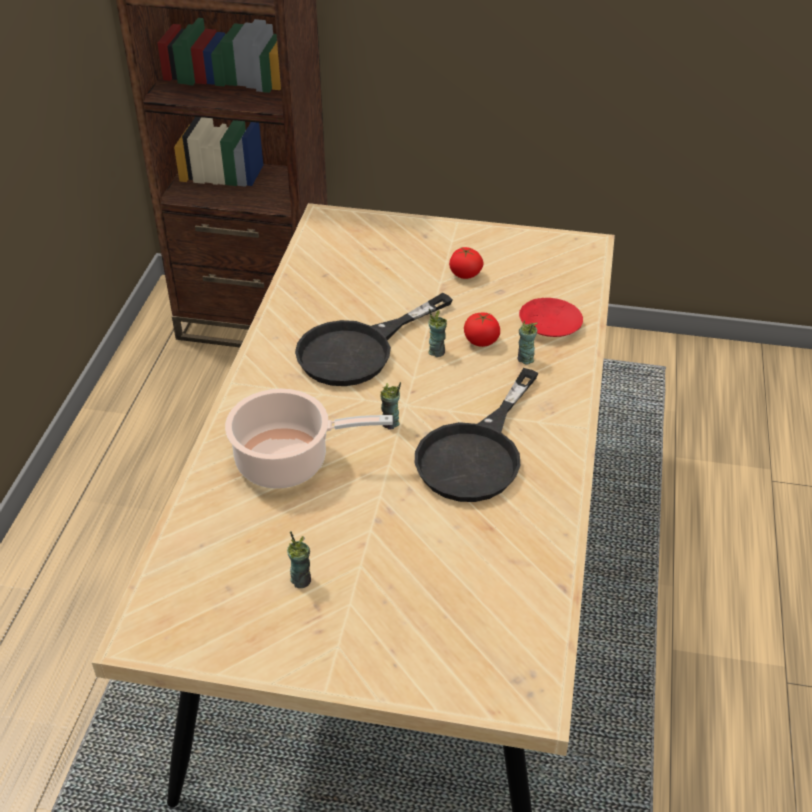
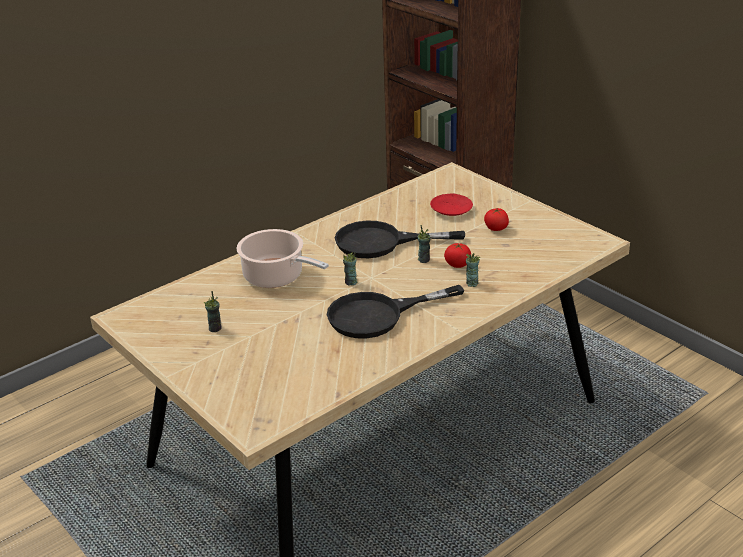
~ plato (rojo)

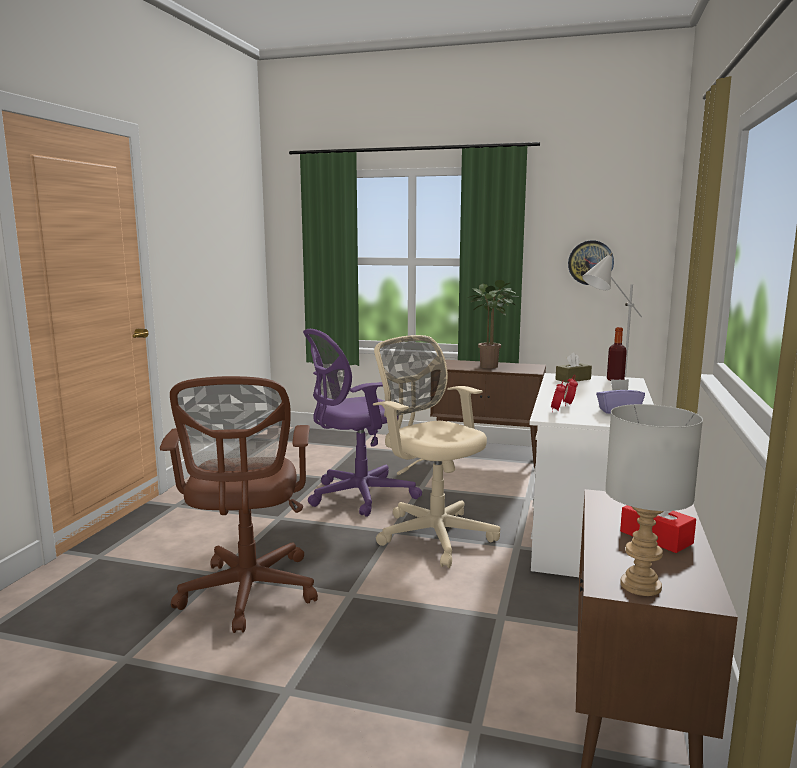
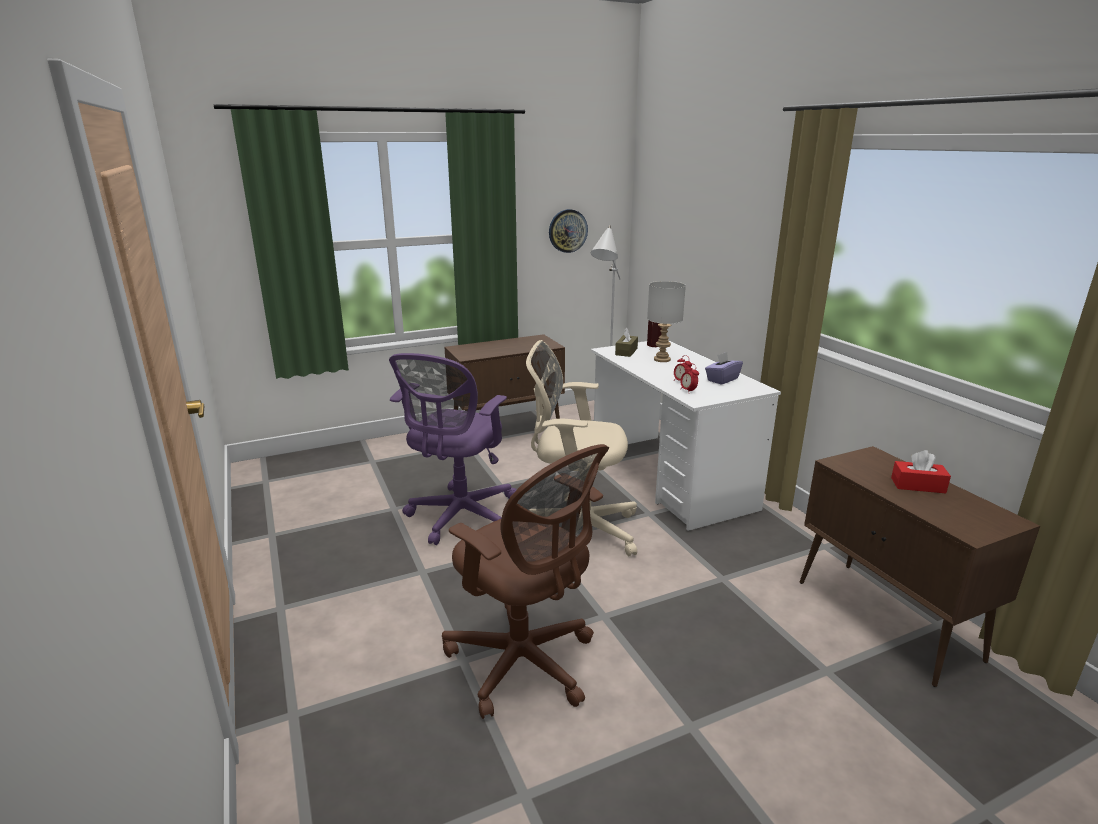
~ lámpara de mesa (gris)
- planta en maceta

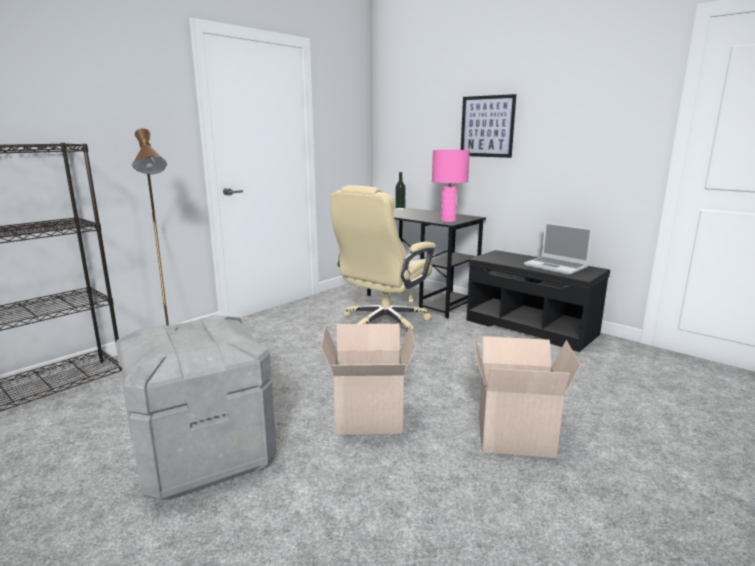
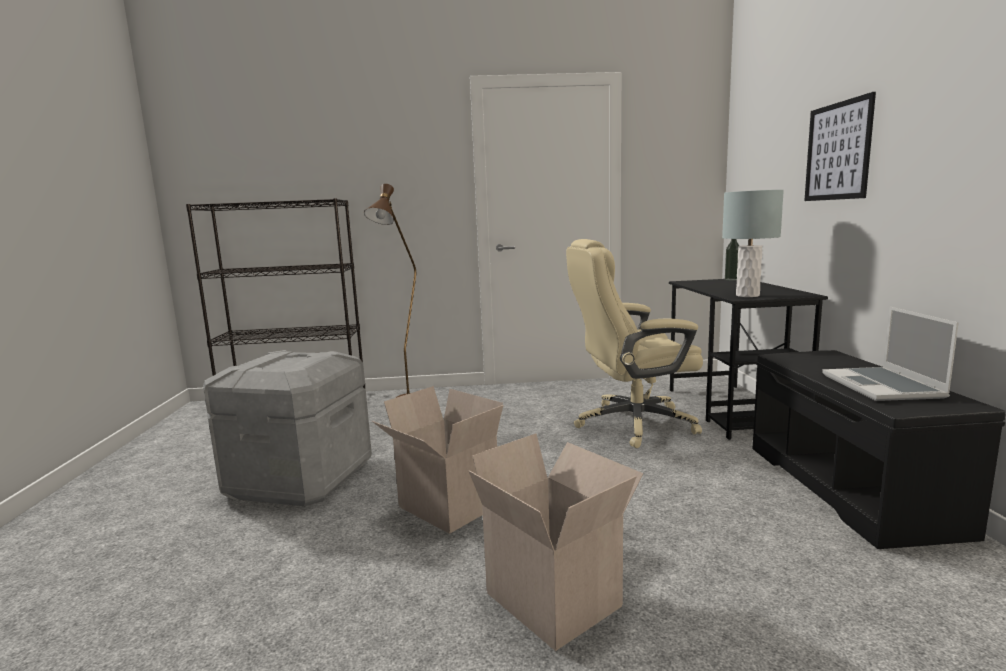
~ lámpara de mesa (rosa) to lámpara de mesa (gris)

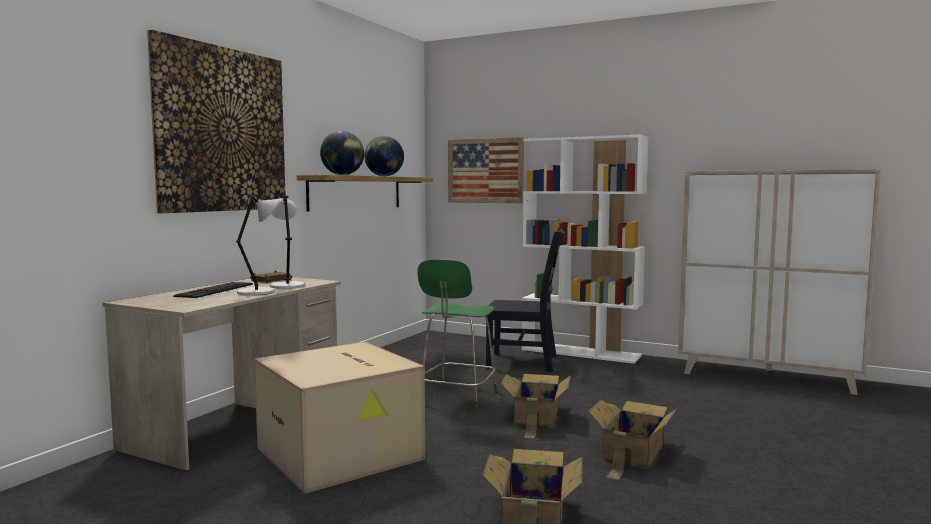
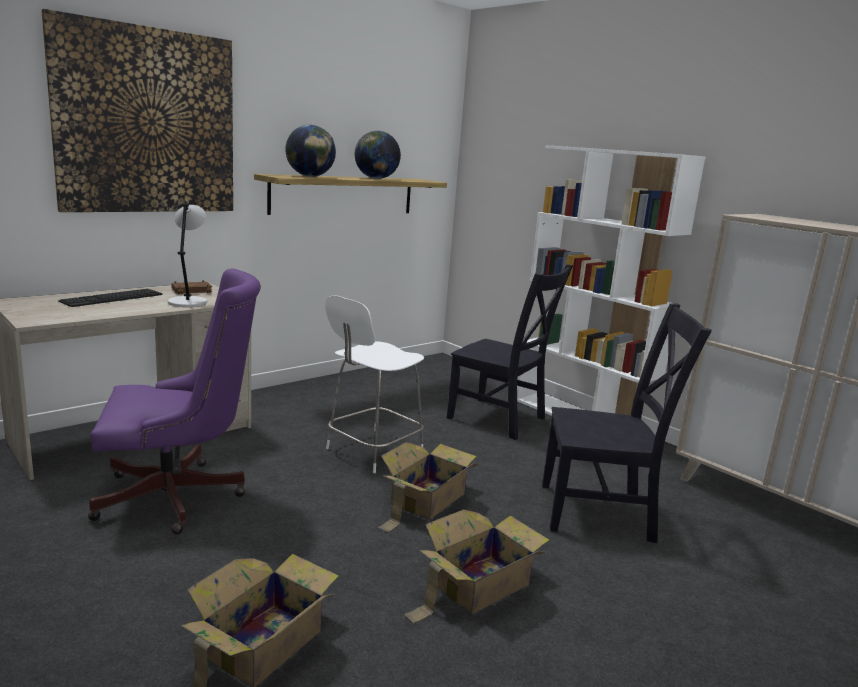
~ caja de cartón (no. 1 from left) to silla de oficina (morado)
~ silla (verde) to silla (blanco)
+ silla (negro) (no. 2 from left)
- lámpara de mesa (gris) (no. 1 from left)
- cuadro (no. 2 from left)

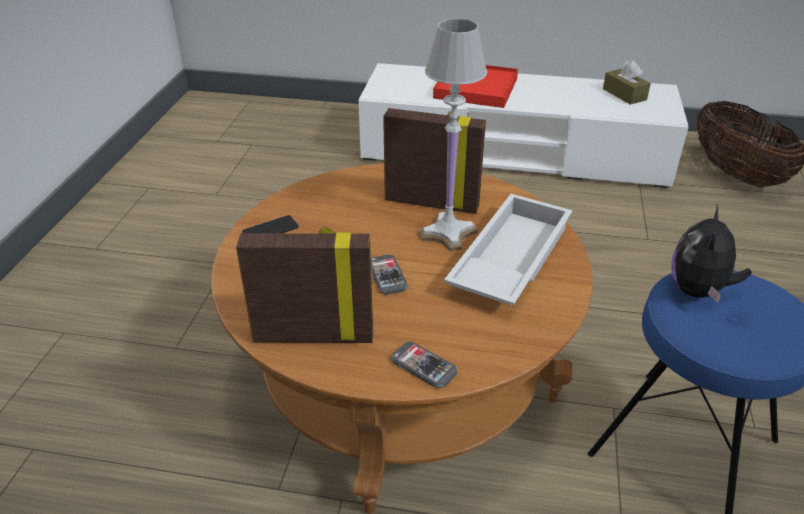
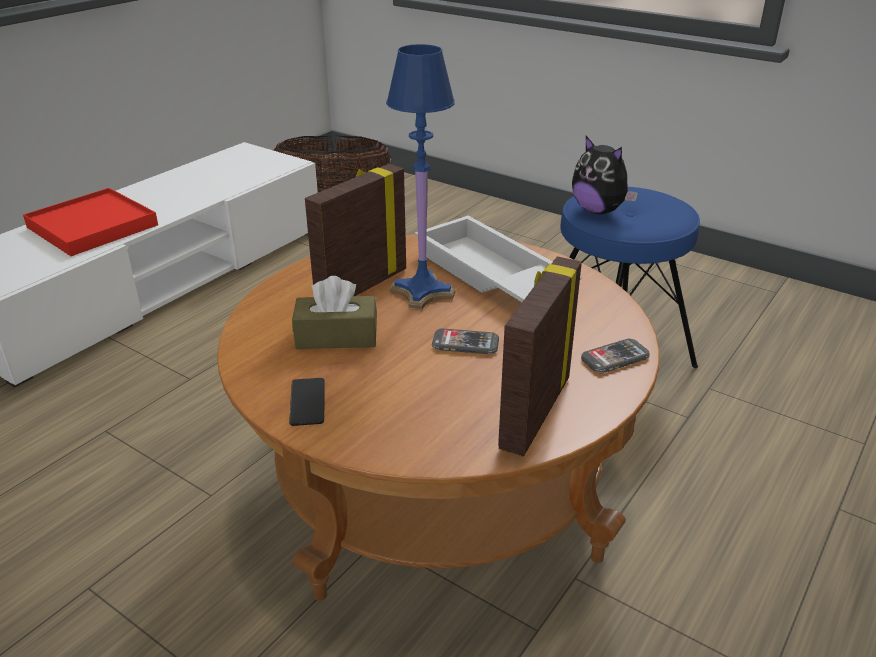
~ caja de pañuelos (marrón)
~ lámpara de mesa (blanco) to lámpara de mesa (azul)

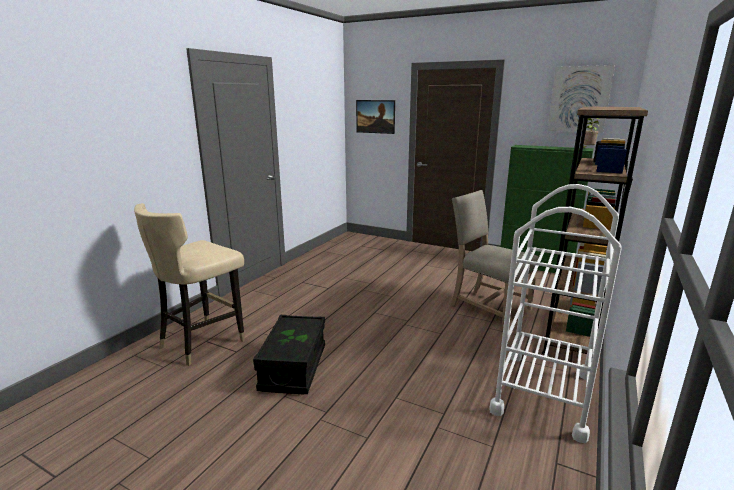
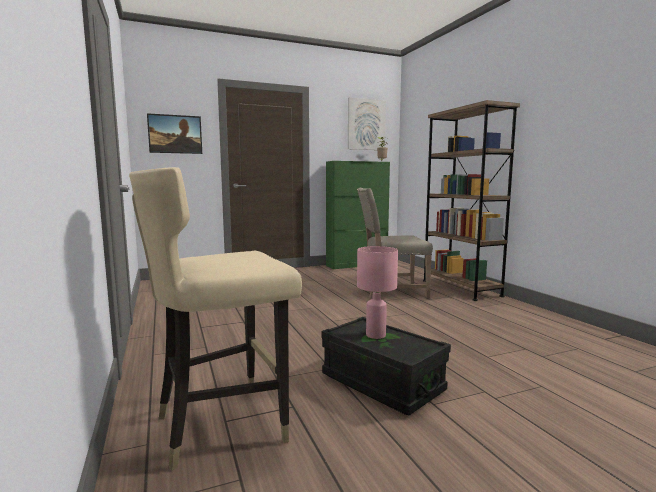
~ silla (beis) (no. 1 from left) 75 degrees clockwise
+ lámpara de mesa (rosa)
- carrito (blanco)

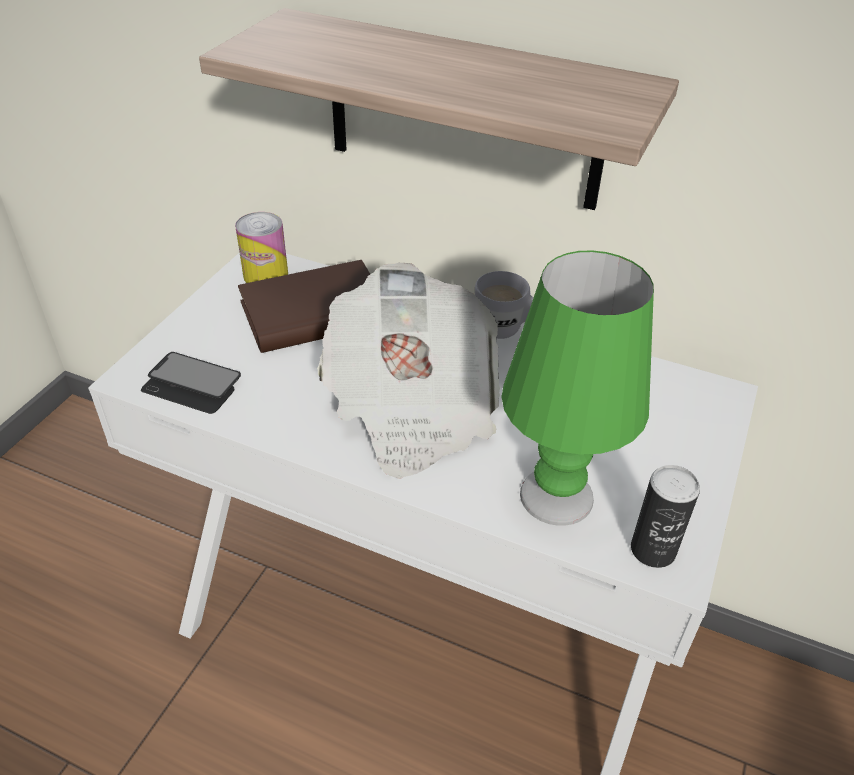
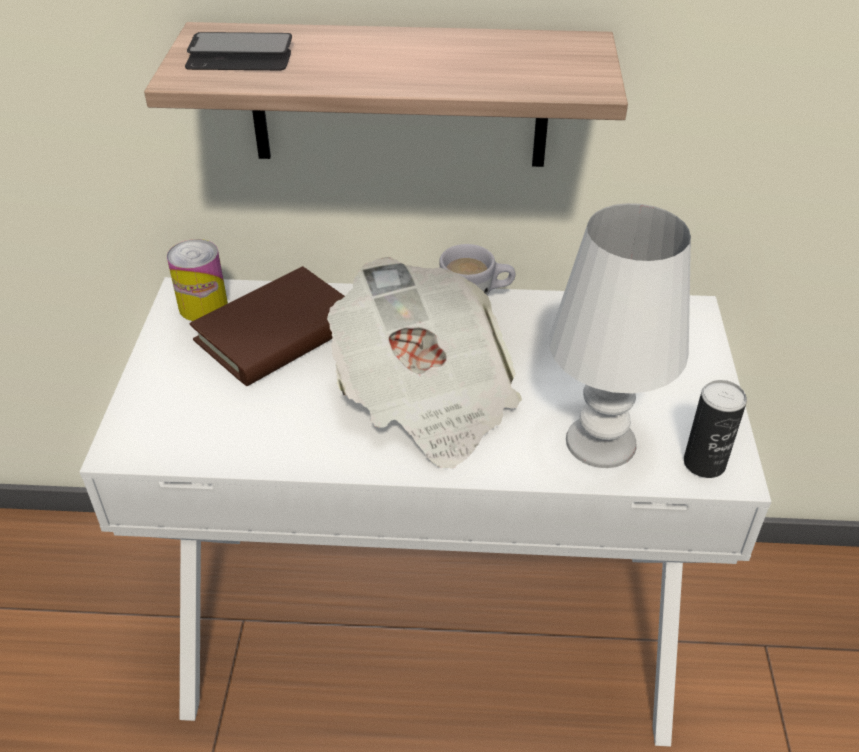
~ móvil
~ lámpara de mesa (verde) to lámpara de mesa (blanco)

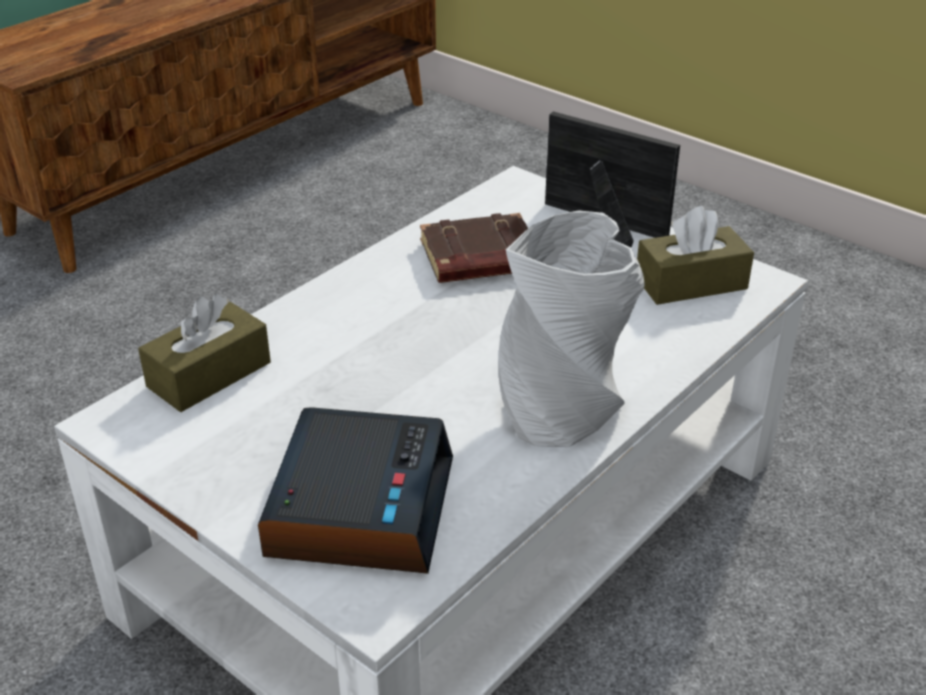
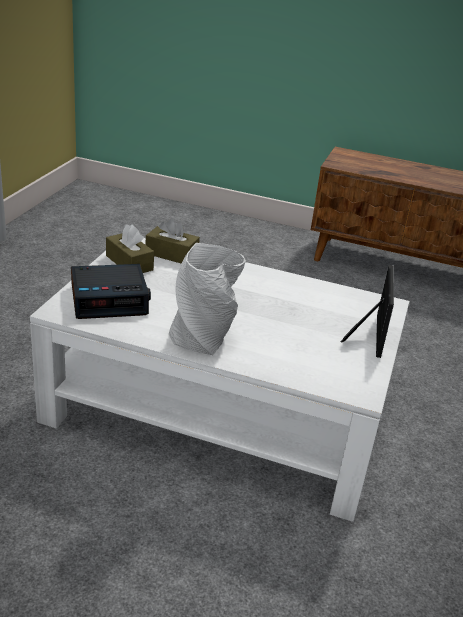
~ caja de pañuelos (marrón) (no. 2 from left in the first image) to caja de pañuelos (marrón) (no. 1 from left)
- libro (marrón)

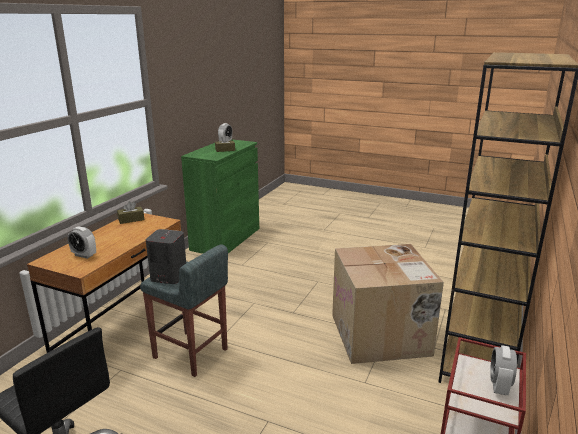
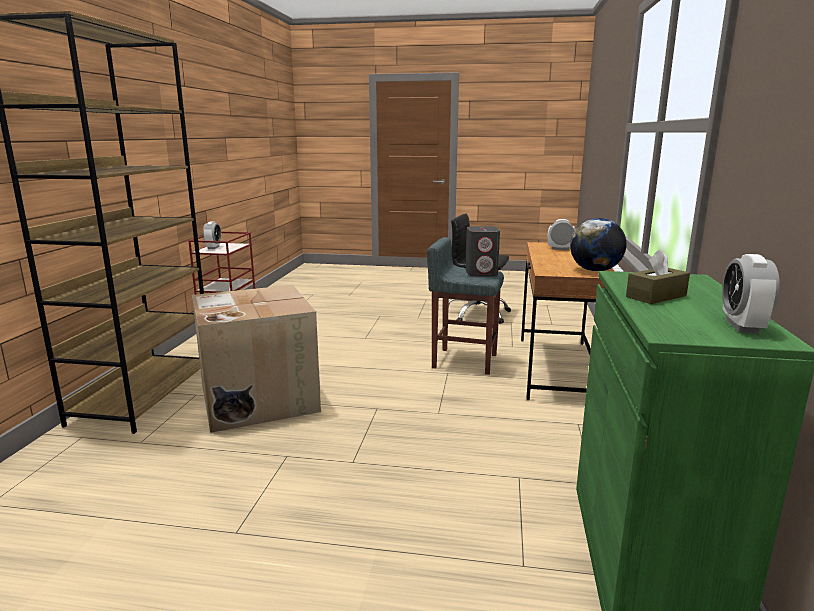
~ caja de pañuelos (marrón) (no. 1 from left) to globo terráqueo

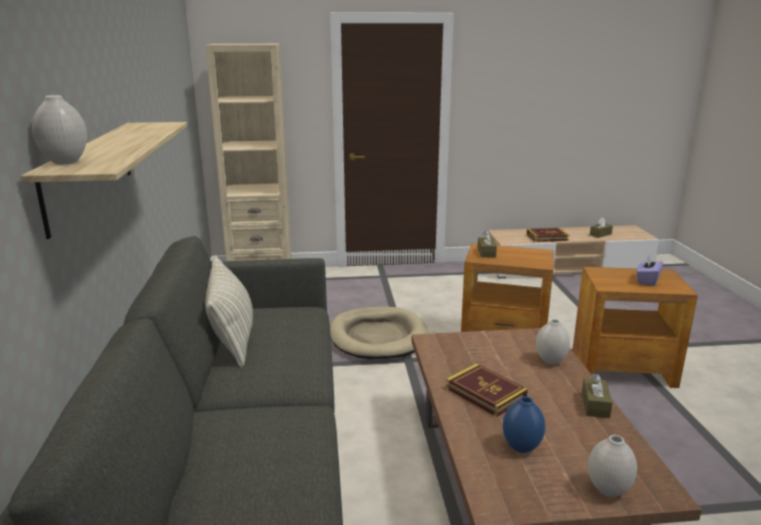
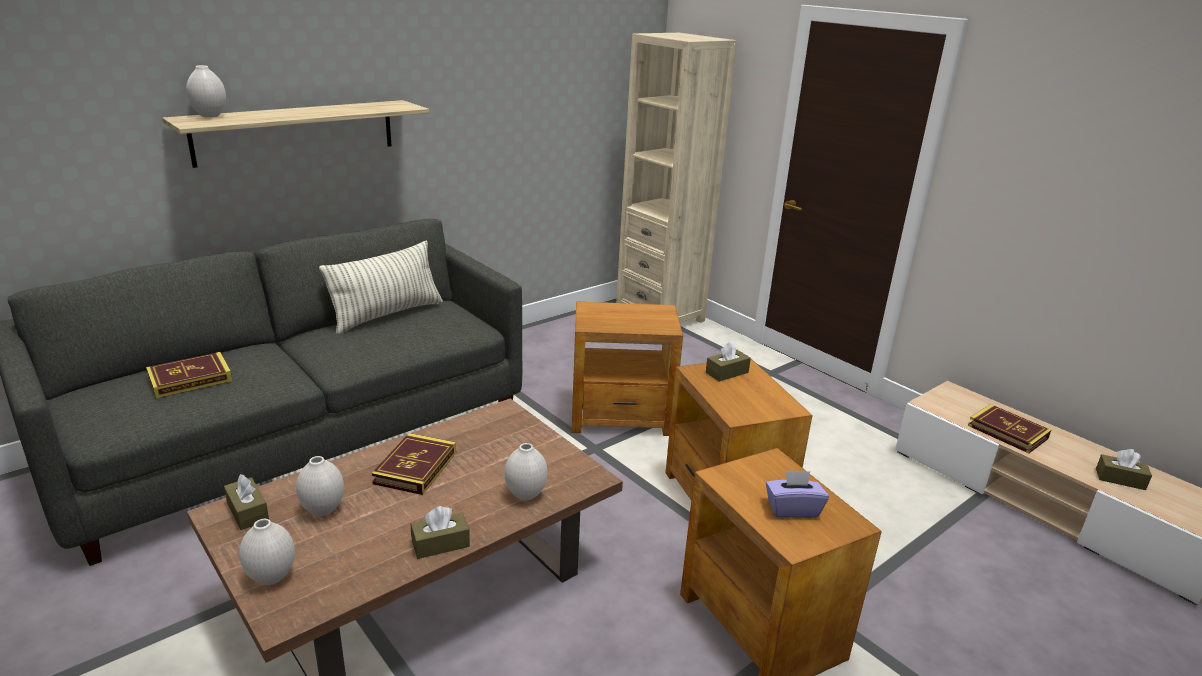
+ libro (no. 1 from left)
+ caja de pañuelos (marrón) (no. 1 from left)
~ florero (azul) to florero (blanco) (no. 3 from left)
~ cama para perro (beis) to mesa auxiliar (marrón) (no. 1 from left)

